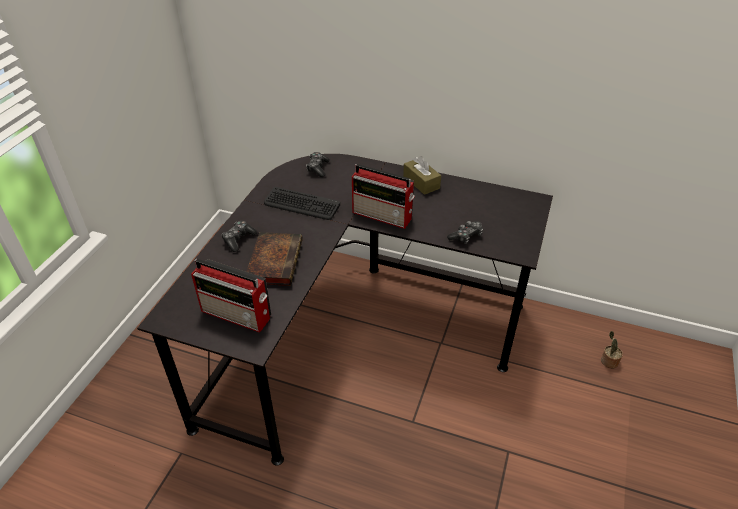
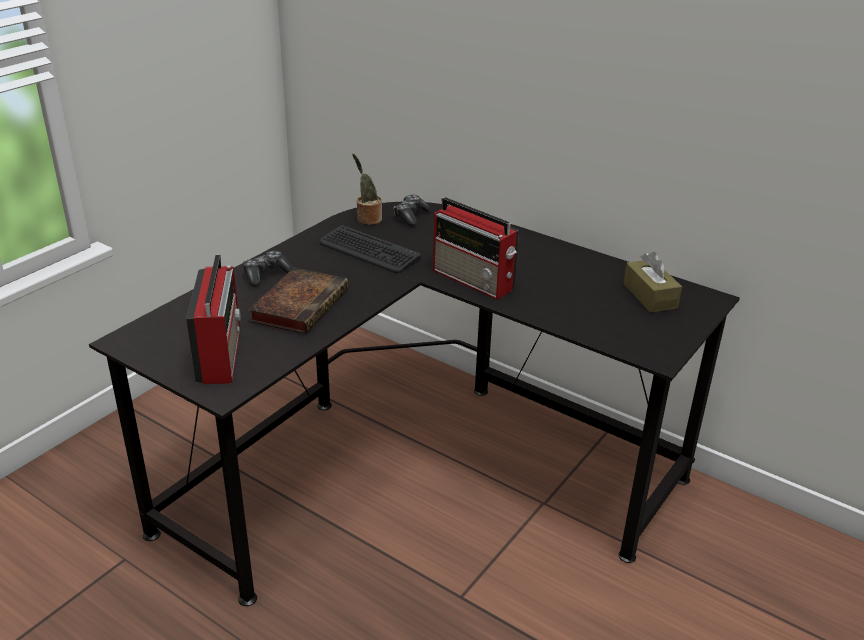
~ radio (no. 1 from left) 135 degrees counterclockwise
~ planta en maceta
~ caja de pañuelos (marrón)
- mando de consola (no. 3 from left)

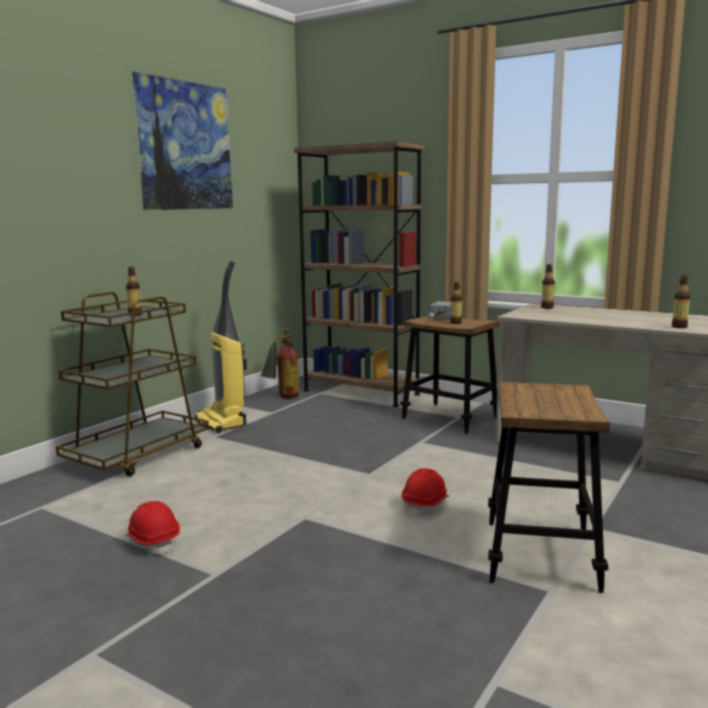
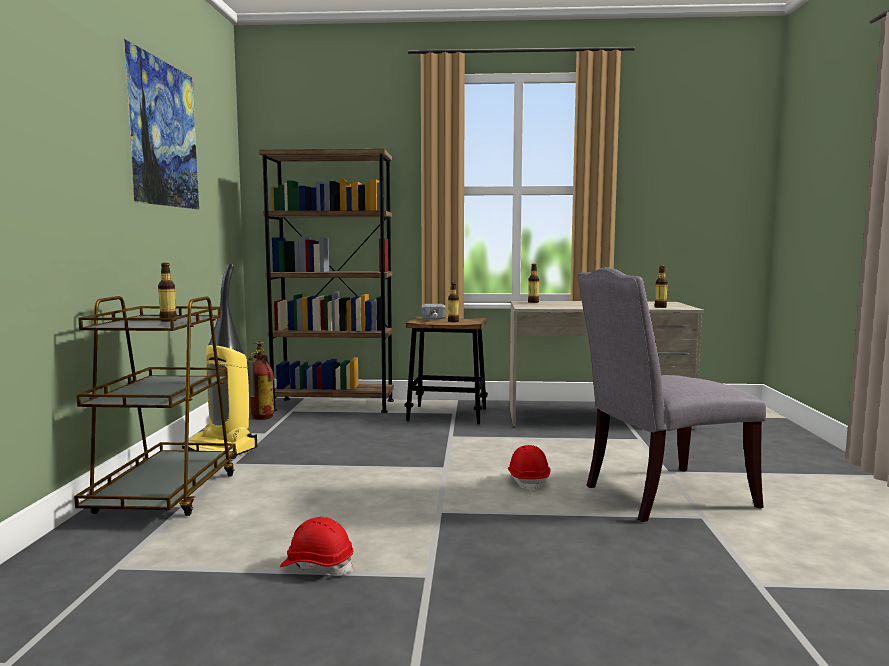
~ taburete (no. 2 from left) to silla (gris)

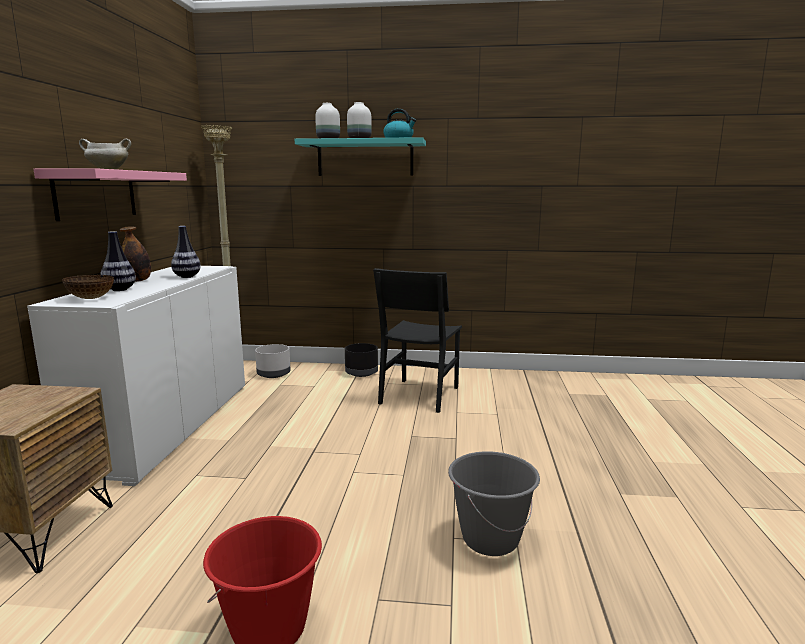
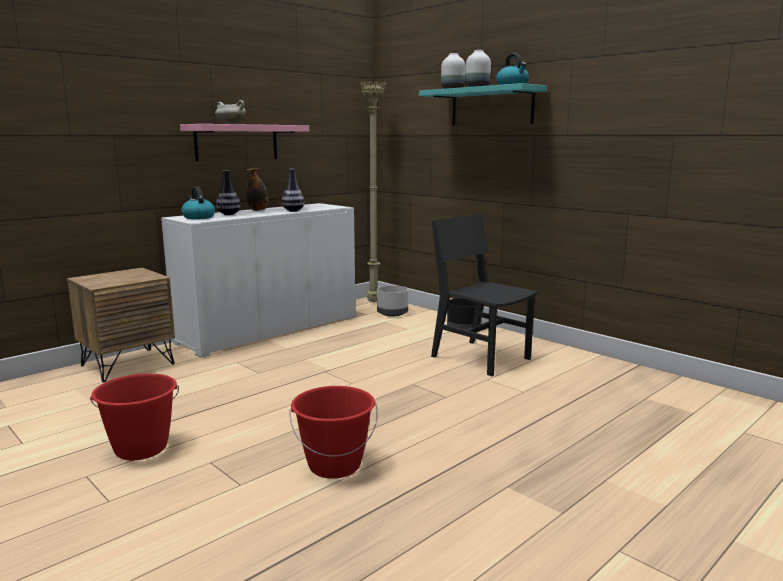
~ cuenco to hervidor (no. 1 from left)
~ cubo (gris) to cubo (rojo) (no. 2 from left)
~ silla (negro) 75 degrees clockwise

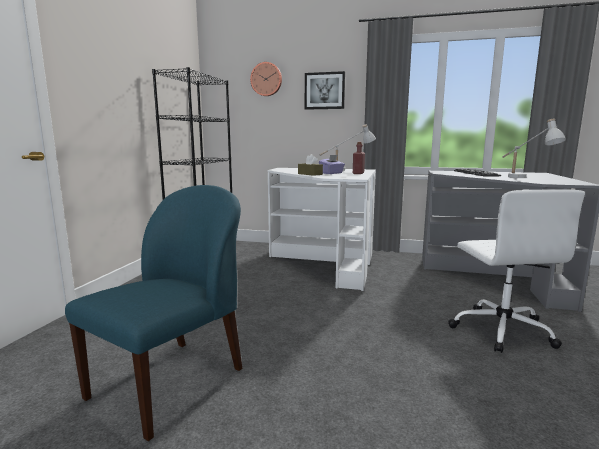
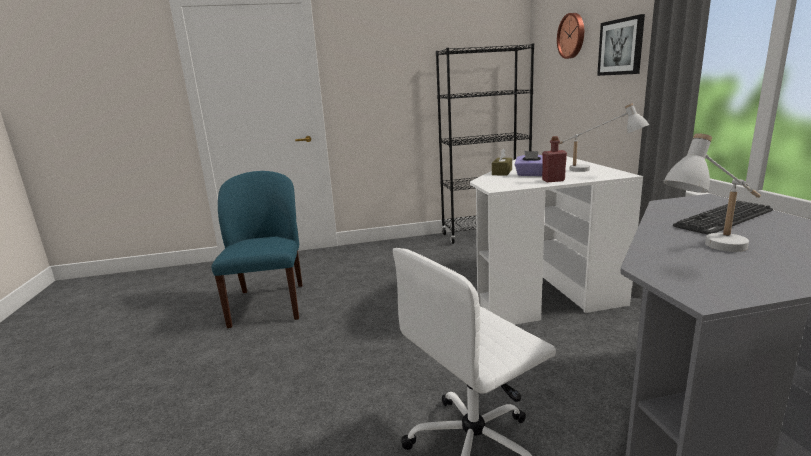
~ silla (azul) 105 degrees counterclockwise

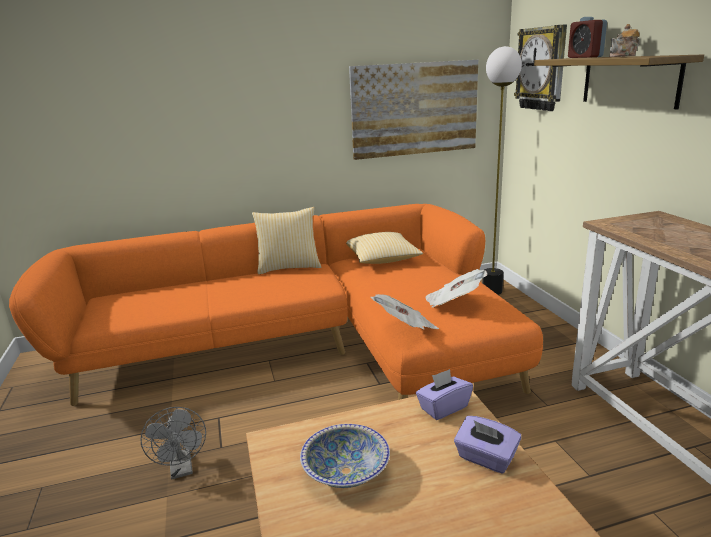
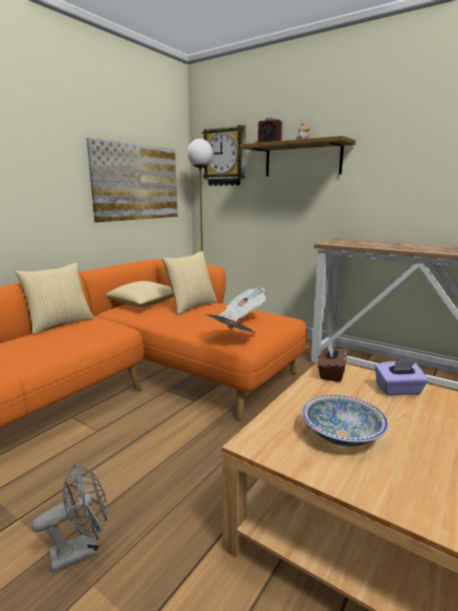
~ ventilador (gris) 60 degrees counterclockwise
+ cojín (no. 3 from left)
~ caja de pañuelos (morado) (no. 1 from left) to caja de pañuelos (marrón)

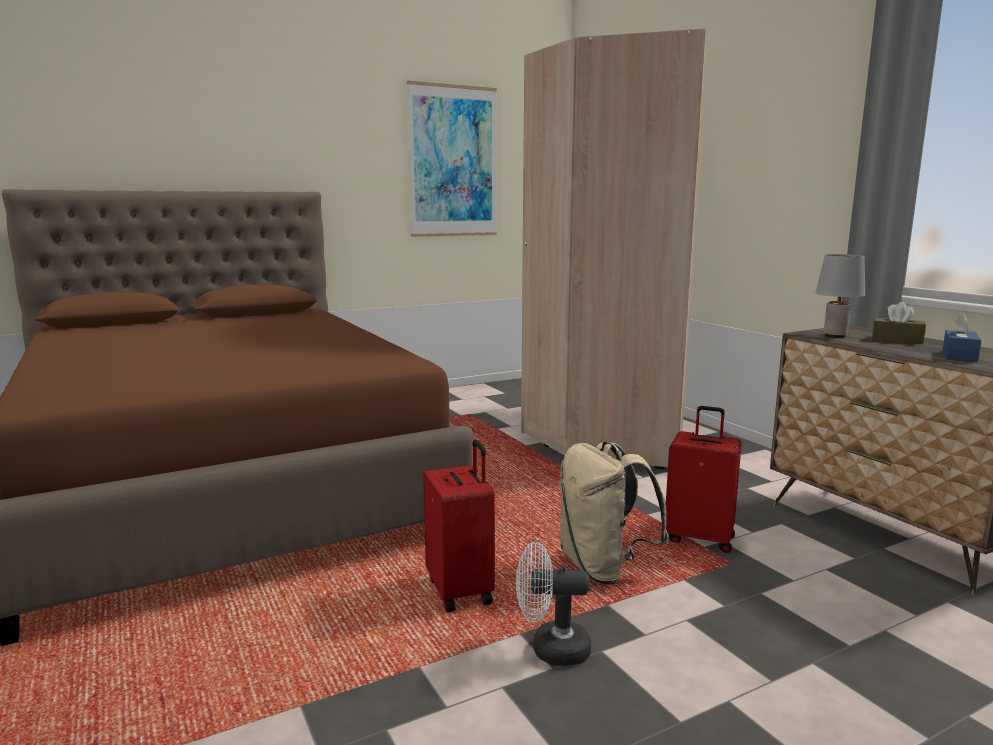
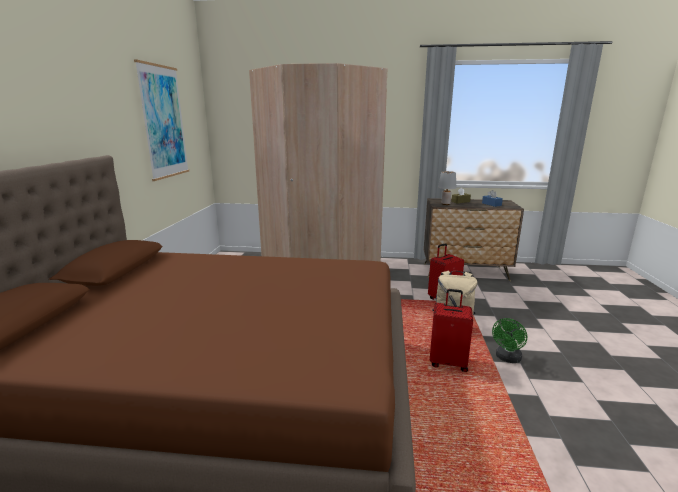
~ ventilador (blanco) to ventilador (verde)

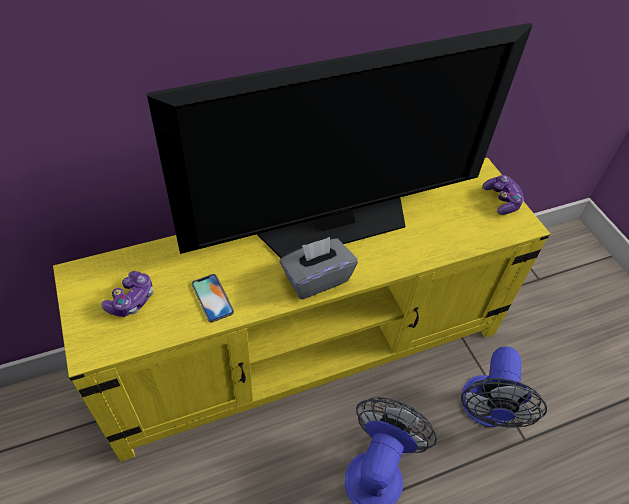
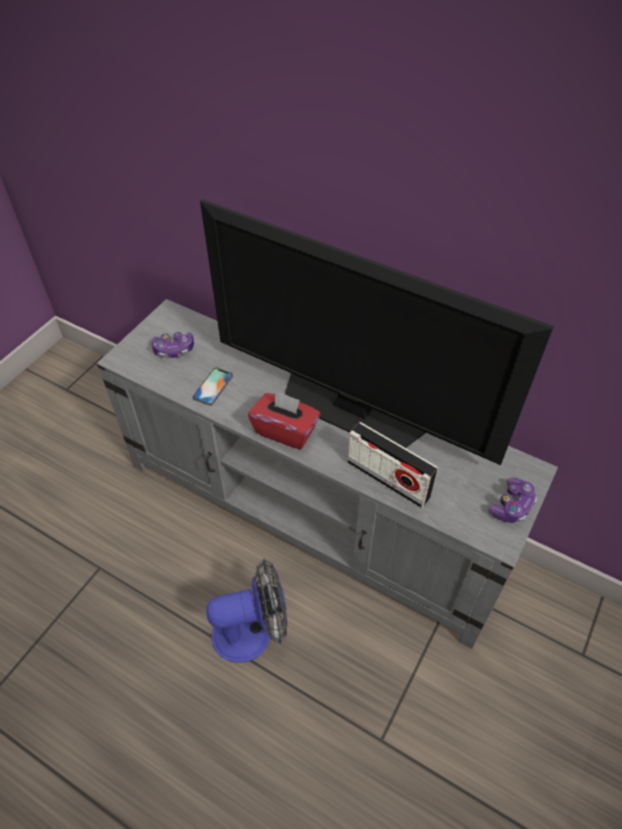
~ mueble de televisión (amarillo) to mueble de televisión (gris)
~ caja de pañuelos (gris) to caja de pañuelos (rojo)
+ radio
- ventilador (no. 2 from left)

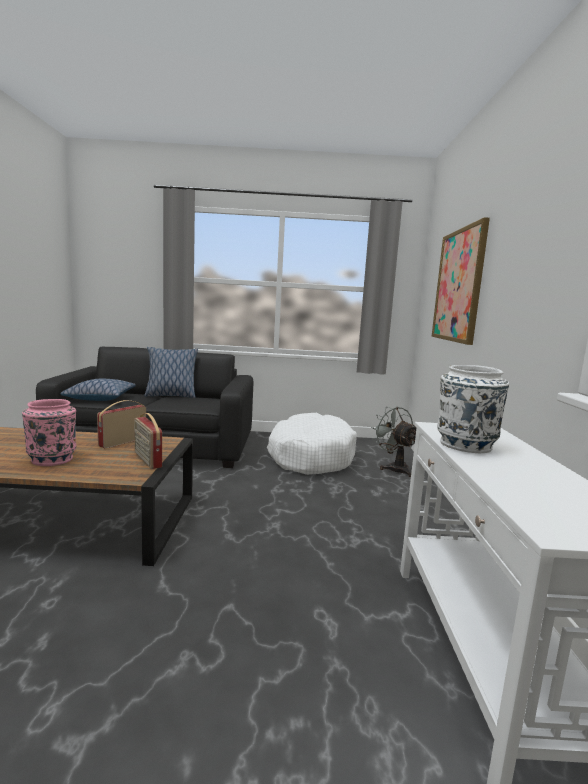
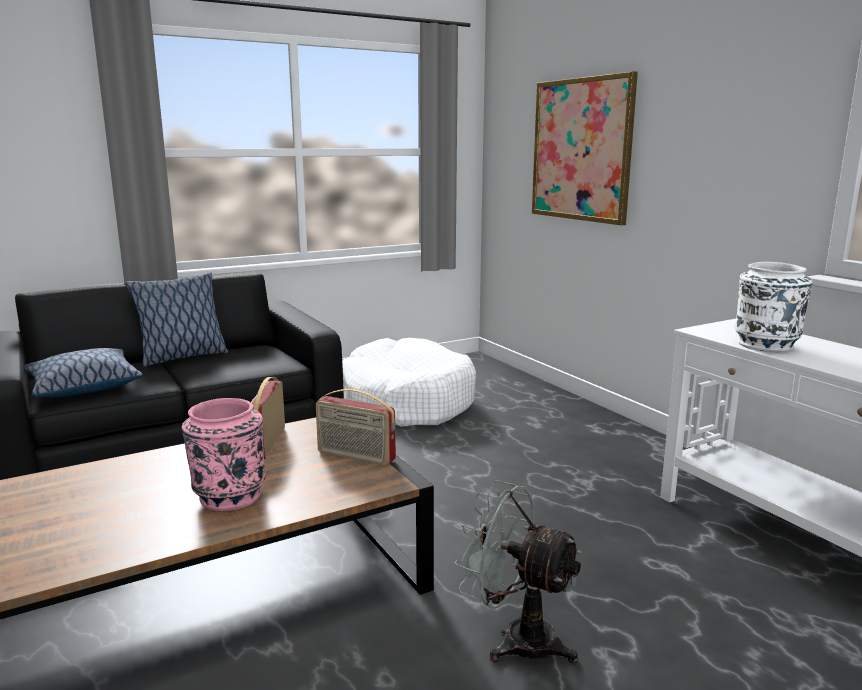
~ ventilador (gris)

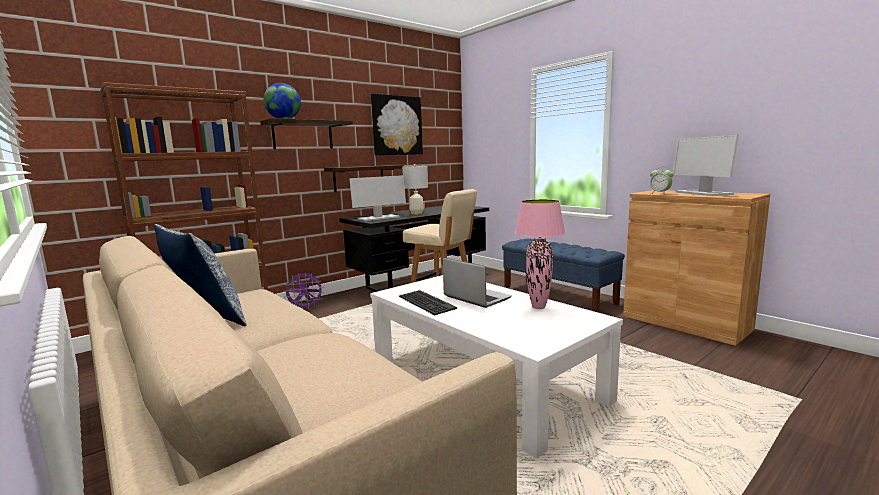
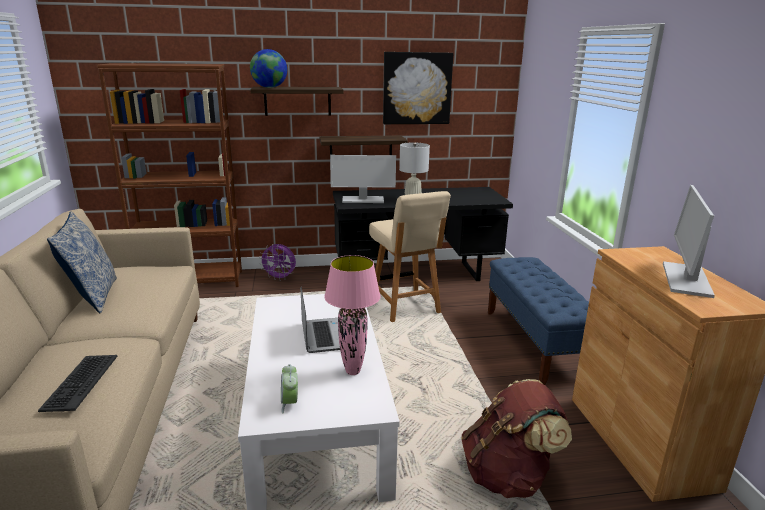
~ teclado
~ despertador
+ mochila (marrón)

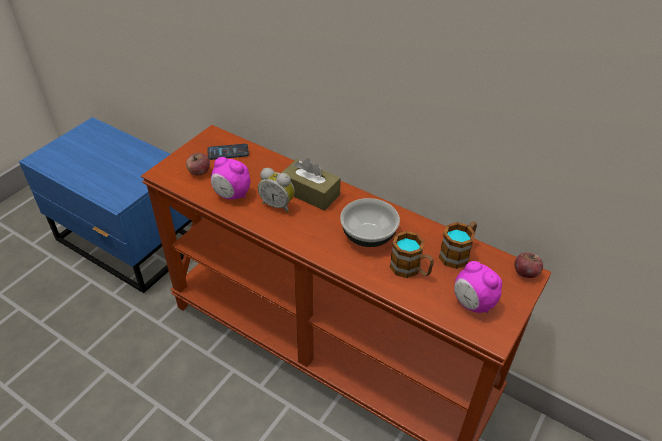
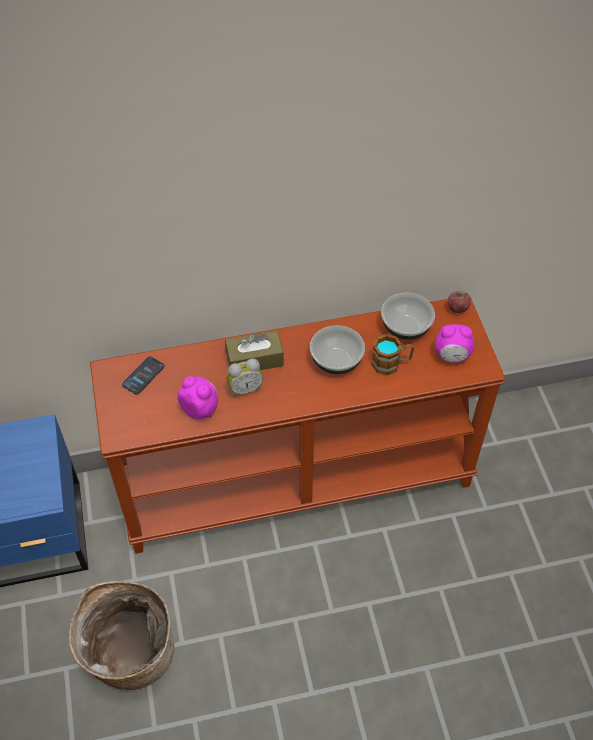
+ cesta
~ despertador (no. 1 from left) 120 degrees counterclockwise
~ taza grande (no. 2 from left) to cuenco (no. 2 from left)
- manzana (no. 1 from left)

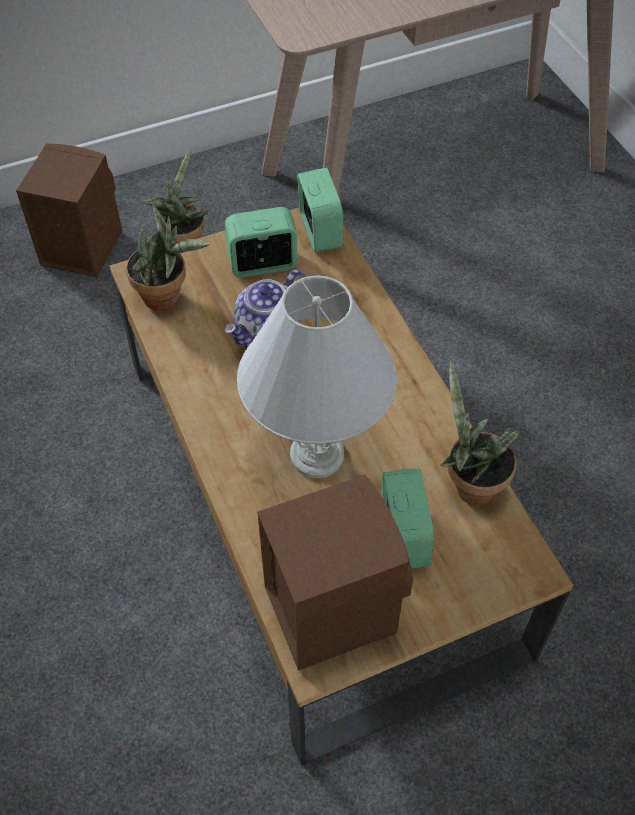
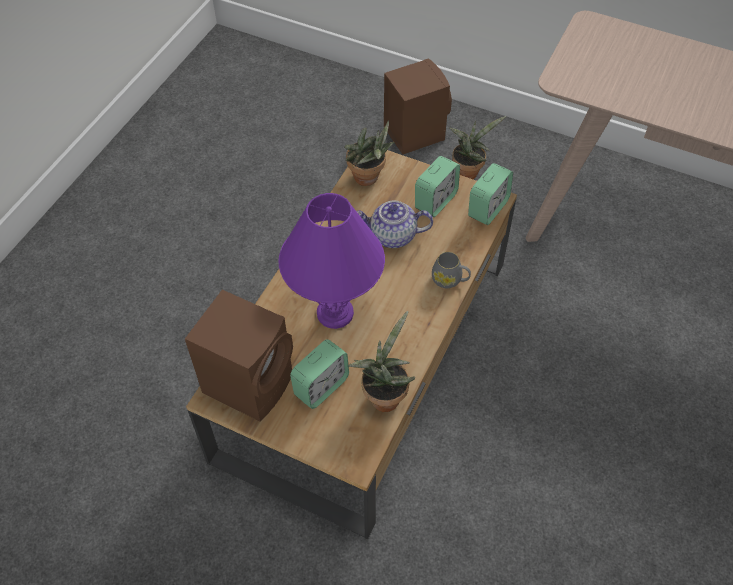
~ lámpara de mesa (blanco) to lámpara de mesa (morado)
~ despertador (no. 1 from left in the first image) 90 degrees clockwise
+ taza grande (gris)

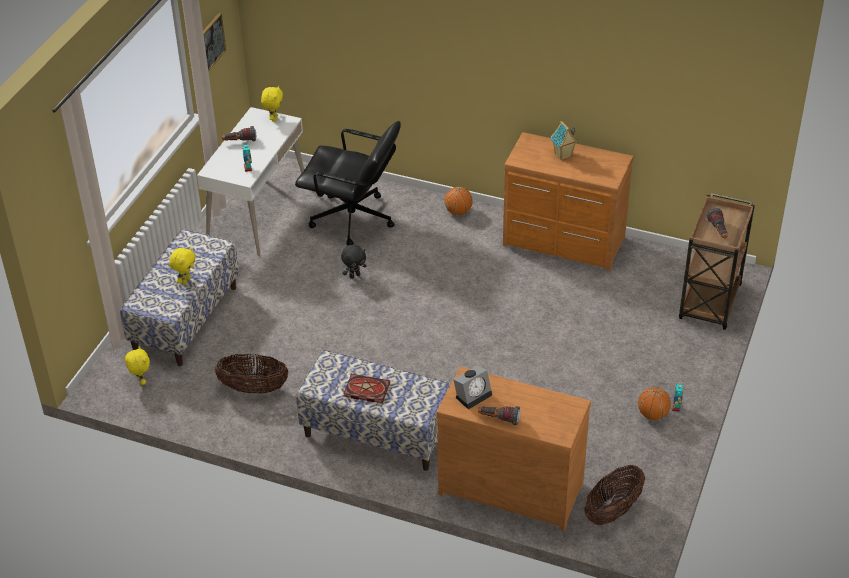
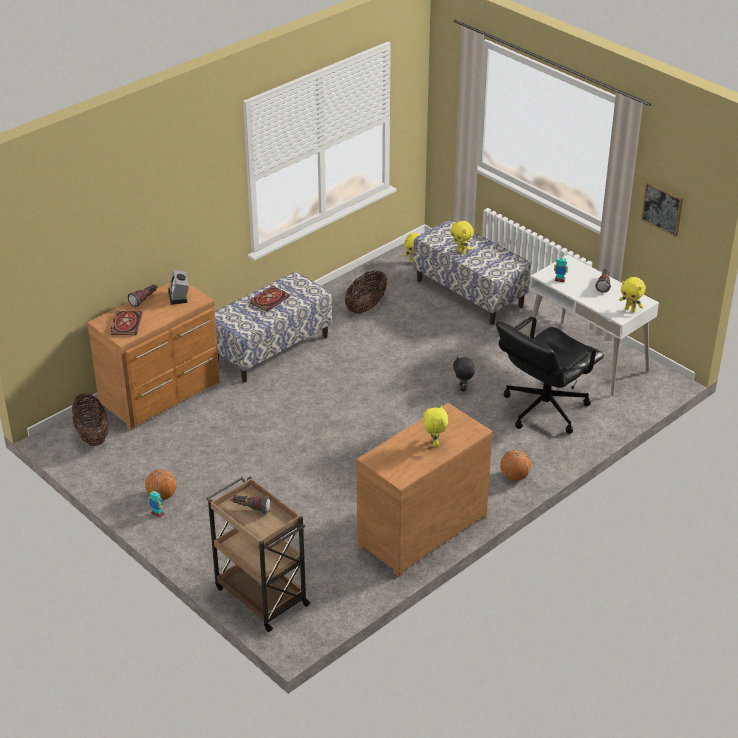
+ libro (no. 1 from left)
~ casita to peluche (amarillo) (no. 2 from left)

